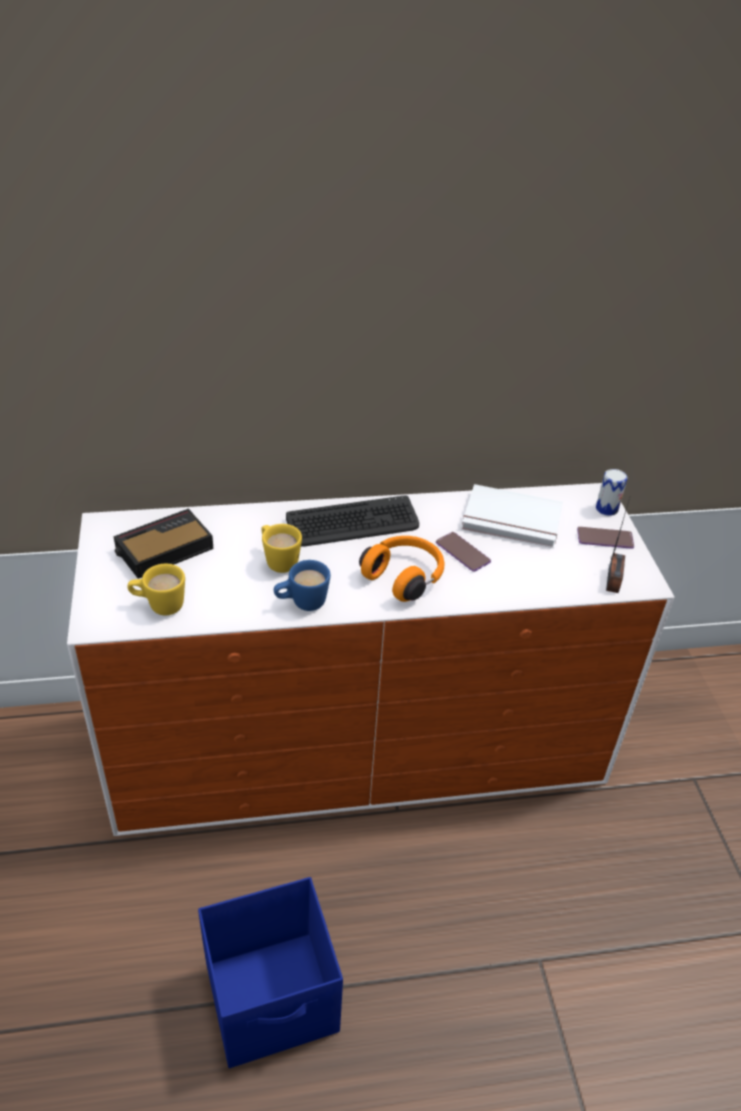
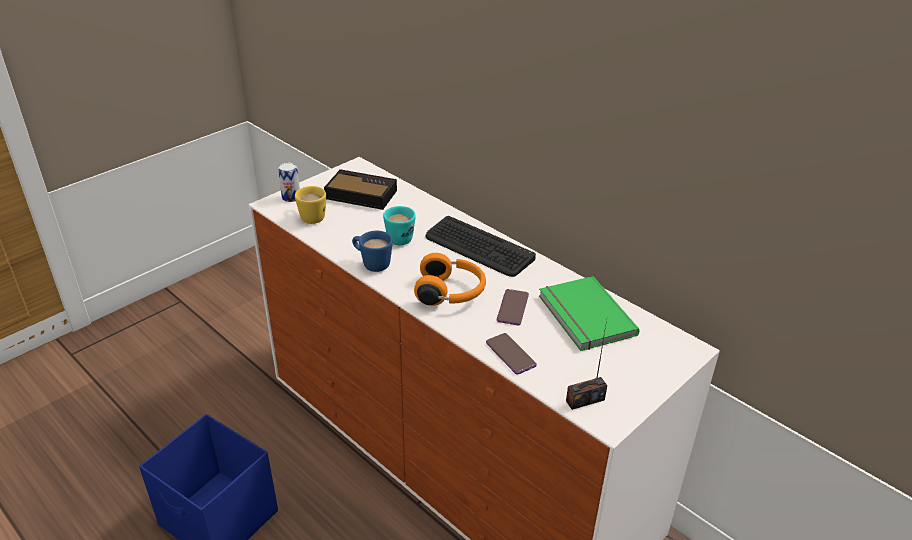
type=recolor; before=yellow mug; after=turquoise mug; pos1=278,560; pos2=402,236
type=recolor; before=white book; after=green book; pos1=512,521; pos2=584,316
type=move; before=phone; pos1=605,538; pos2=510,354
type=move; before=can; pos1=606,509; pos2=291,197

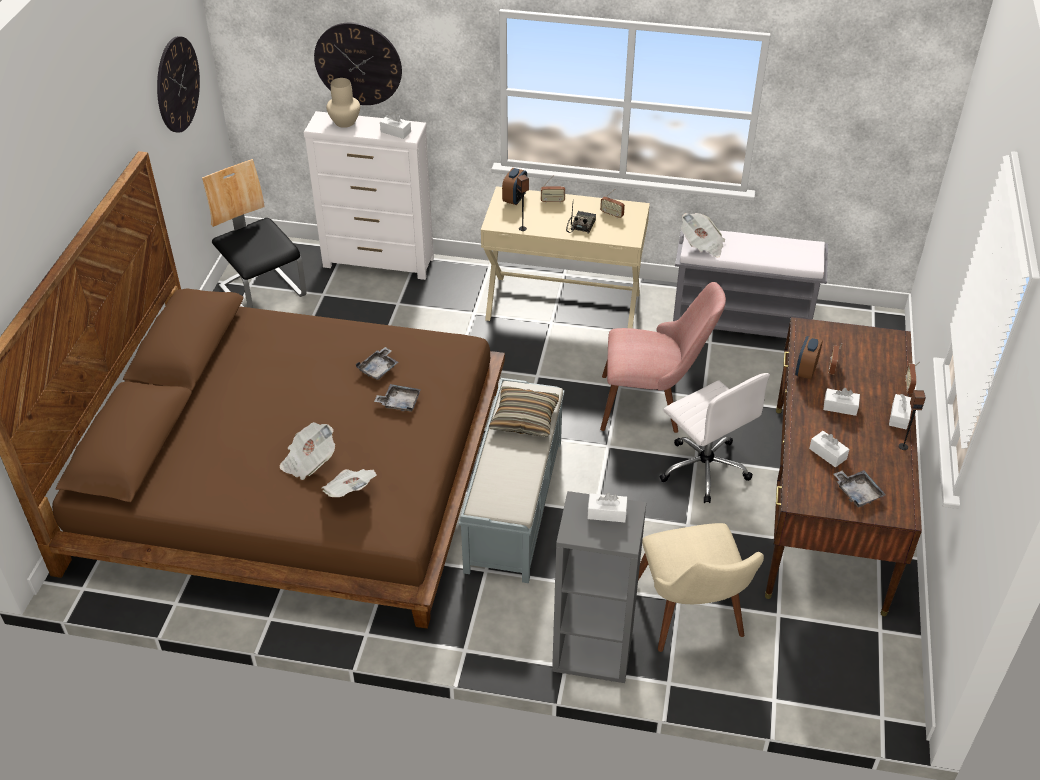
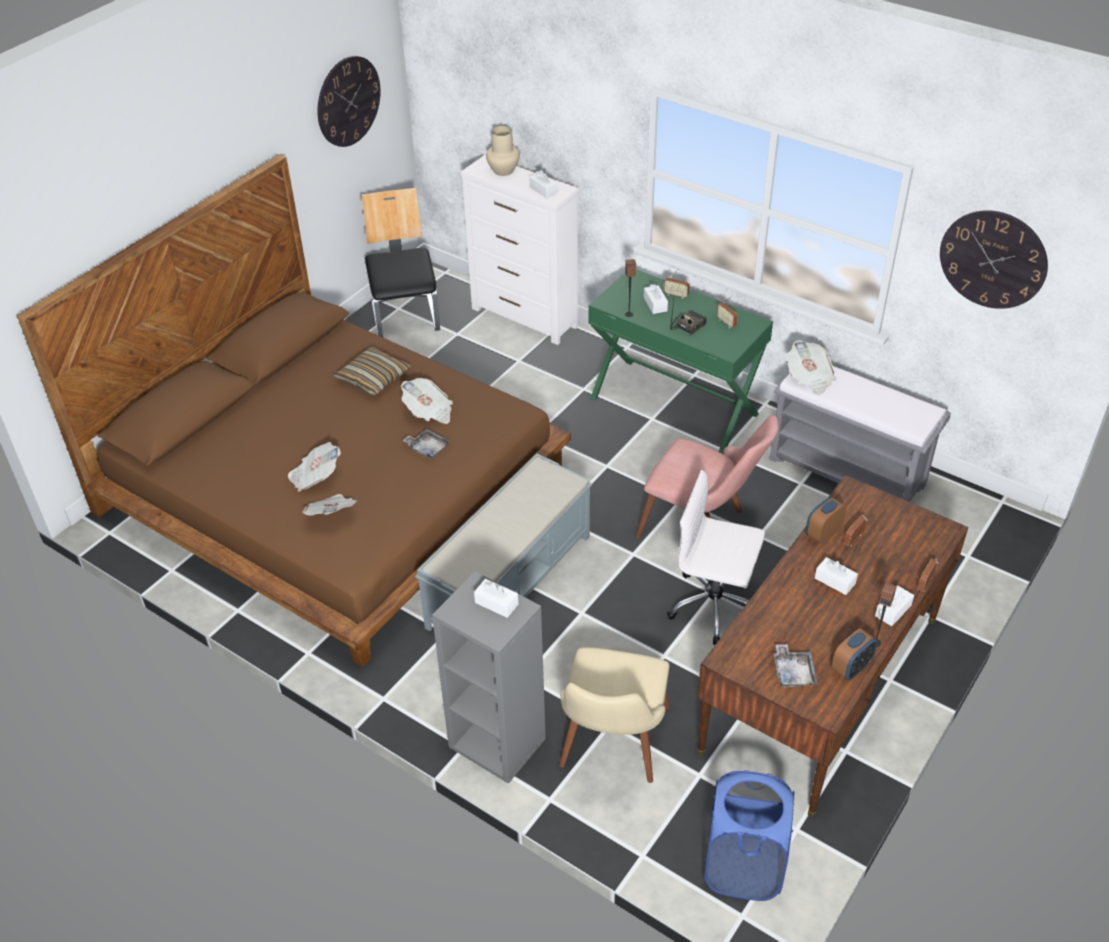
type=move; before=wall clock; pos1=358,64; pos2=993,259
type=replace; before=grey tray; after=newspaper; pos1=379,369; pos2=429,412
type=recolor; before=beige desk; after=green desk; pos1=563,305; pos2=674,405
type=move; before=pillow; pos1=524,419; pos2=373,378
type=move; before=alarm clock; pos1=515,199; pos2=851,668
type=rotate; before=white office chair; pos1=704,468; pos2=715,606; turn=120
type=move; before=white tissue box; pos1=827,454; pos2=655,304
type=insert; after=blue laundry basket; pos2=742,867

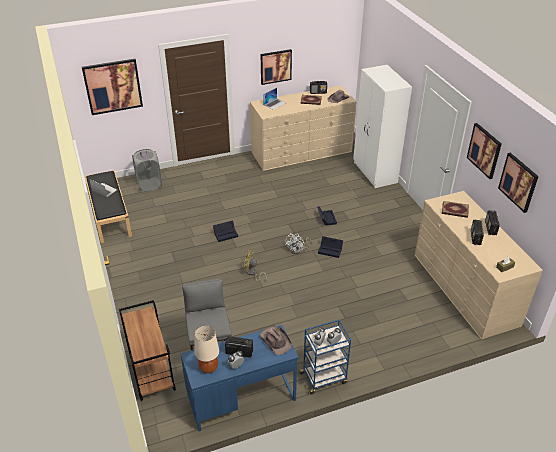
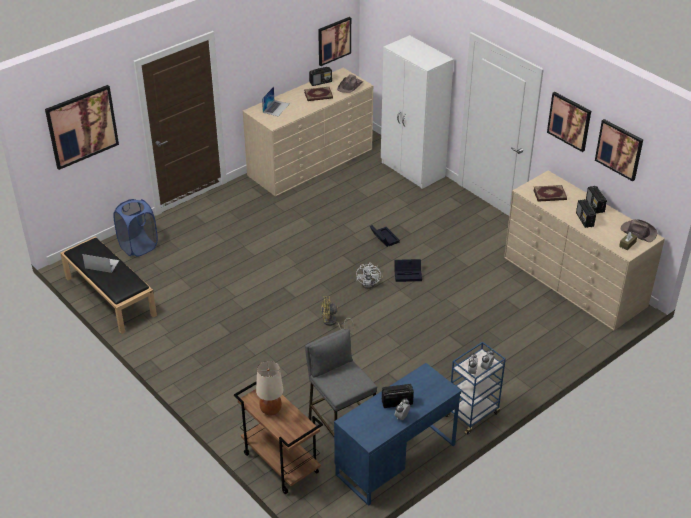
type=recolor; before=grey laundry basket; after=blue laundry basket; pos1=149,185; pos2=138,246
type=move; before=beige table lamp; pos1=208,368; pos2=270,410
type=delete; before=black storage box; pos1=226,234
type=move; before=brown hat; pos1=275,341; pos2=638,232
type=move; before=picture; pos1=275,66; pos2=334,40

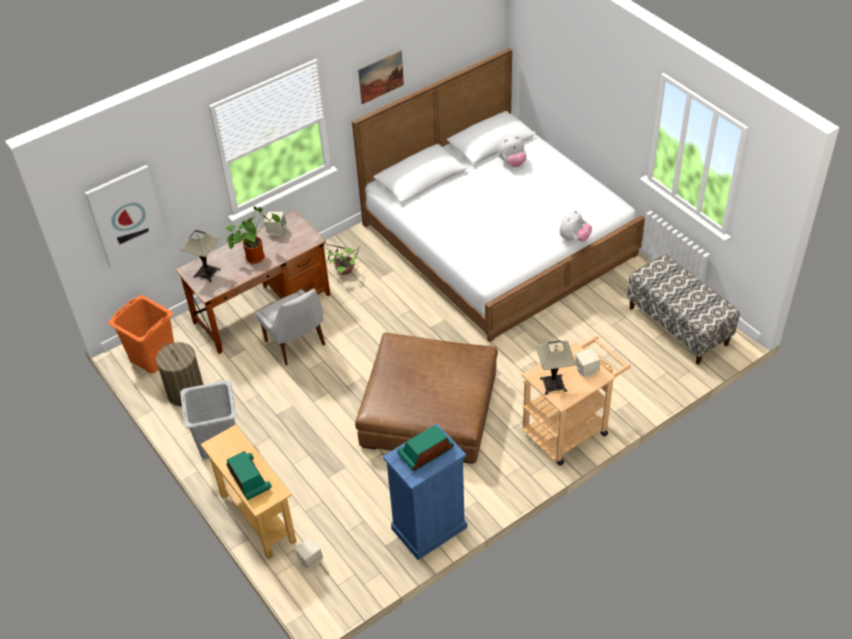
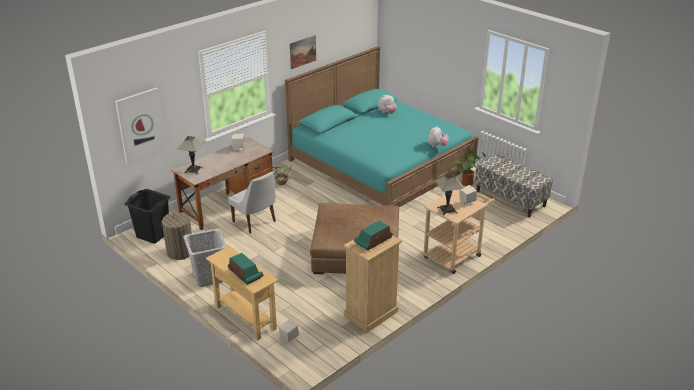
type=recolor; before=orange laundry basket; after=black laundry basket; pos1=153,356; pos2=153,234
type=move; before=potted plant; pos1=256,256; pos2=467,183
type=recolor; before=white bed; after=turquoise bed; pos1=498,239; pos2=381,163
type=recolor; before=blue dresser; after=beige dresser; pos1=429,528; pos2=371,314

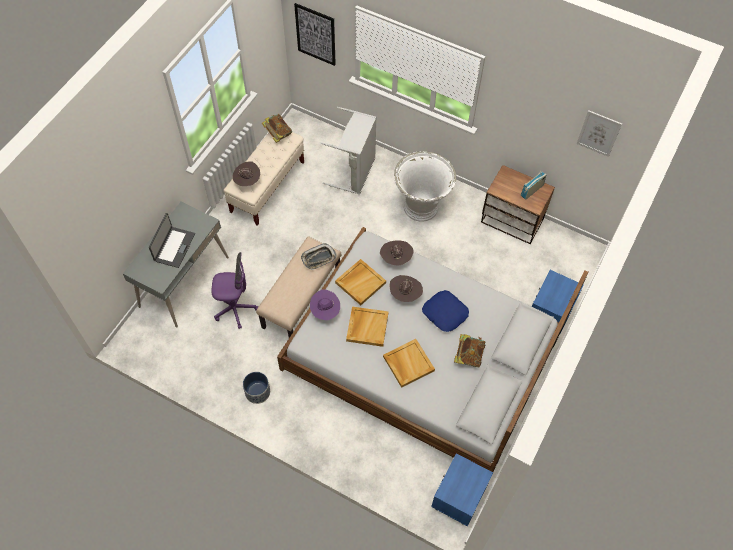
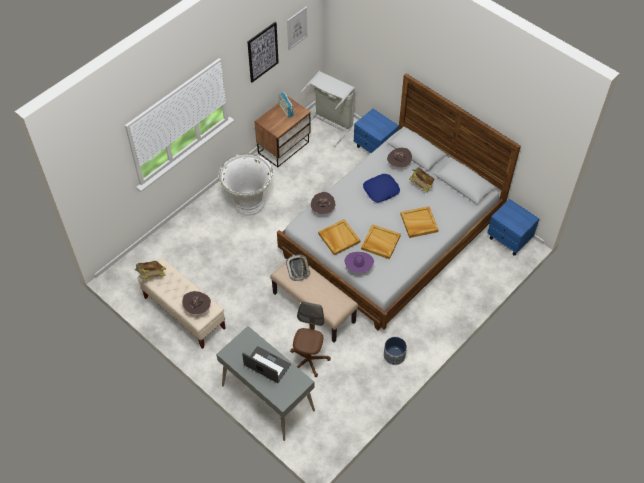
type=recolor; before=purple office chair; after=brown office chair; pos1=235,309; pos2=309,360
type=move; before=picture; pos1=315,34; pos2=262,52
type=move; before=grey laundry basket; pos1=355,173; pos2=330,125
type=move; before=brown hat; pos1=405,294; pos2=398,164

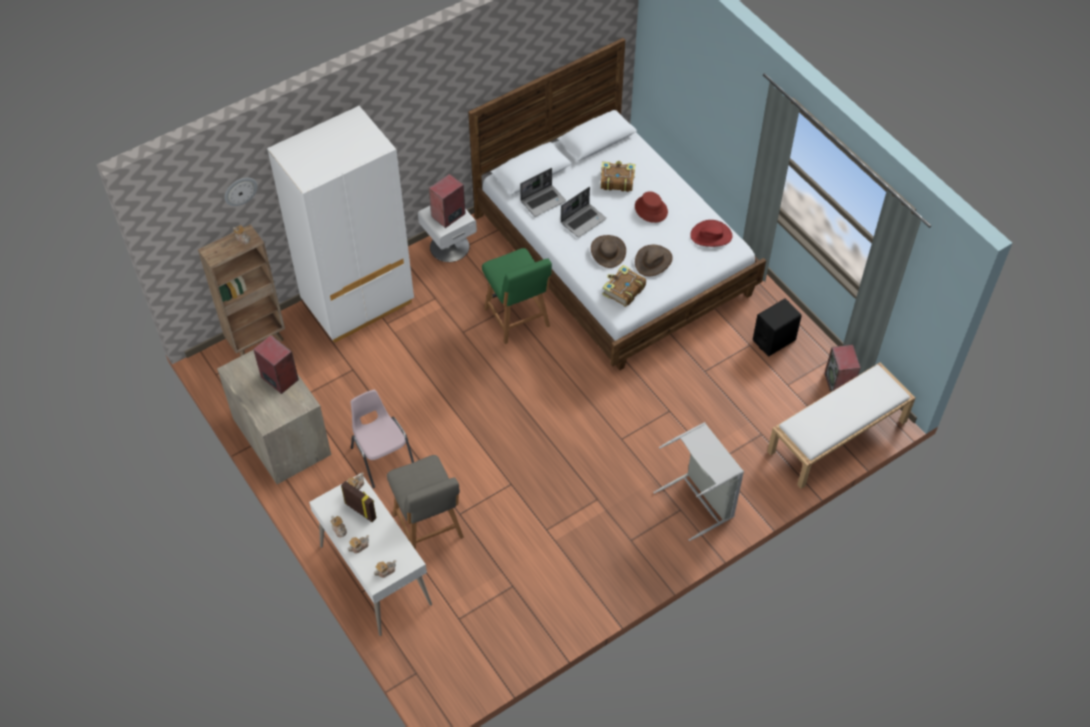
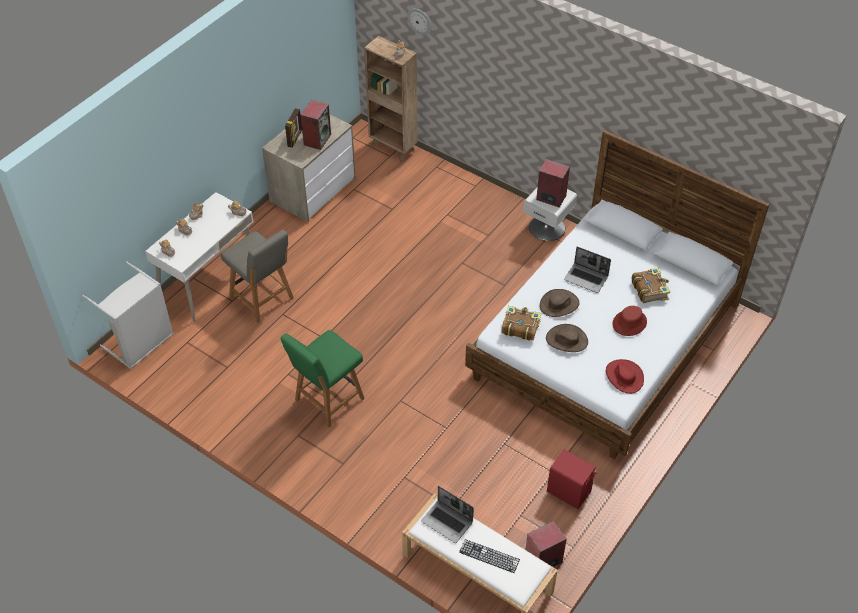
type=delete; before=white wardrobe; pos1=358,302
type=move; before=picture frame; pos1=361,510; pos2=295,138
type=delete; before=pink chair; pos1=382,457
type=rotate; before=grey chair; pos1=429,528; pos2=263,299; turn=-90
type=move; before=green chair; pos1=518,319; pos2=327,400
type=move; before=laptop; pos1=543,201; pos2=447,522
type=move; before=grey laundry basket; pos1=700,501; pos2=141,344
type=recolor; before=black speaker; after=red speaker; pos1=774,340; pos2=569,491
type=insert; after=keyboard; pos2=489,556

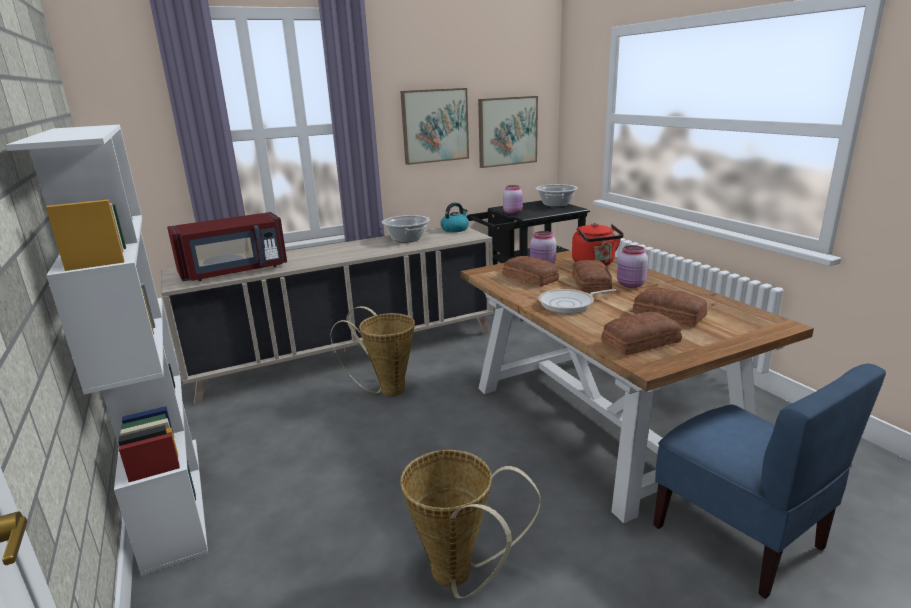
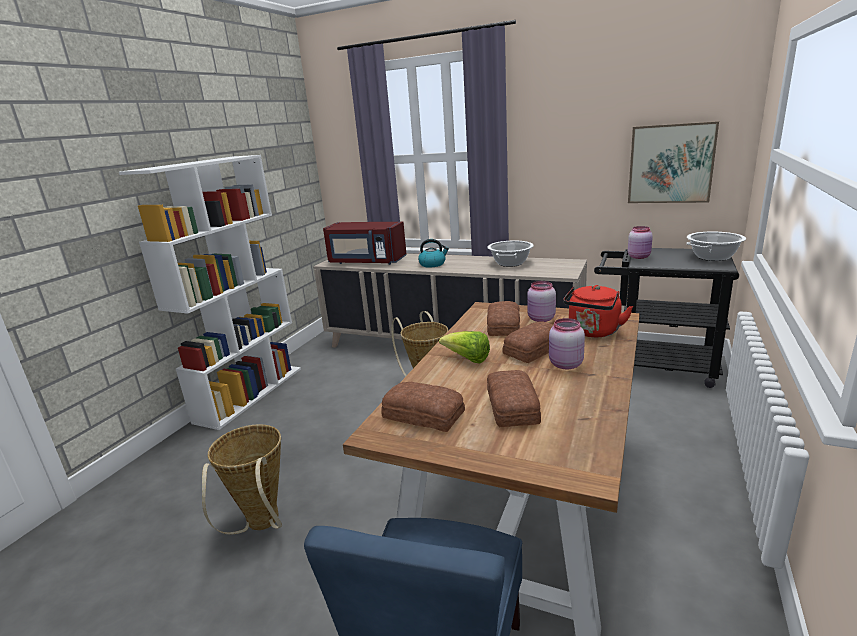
type=delete; before=picture; pos1=435,126
type=move; before=kettle; pos1=455,229; pos2=433,264
type=replace; before=frying pan; after=lettuce; pos1=569,304; pos2=467,359

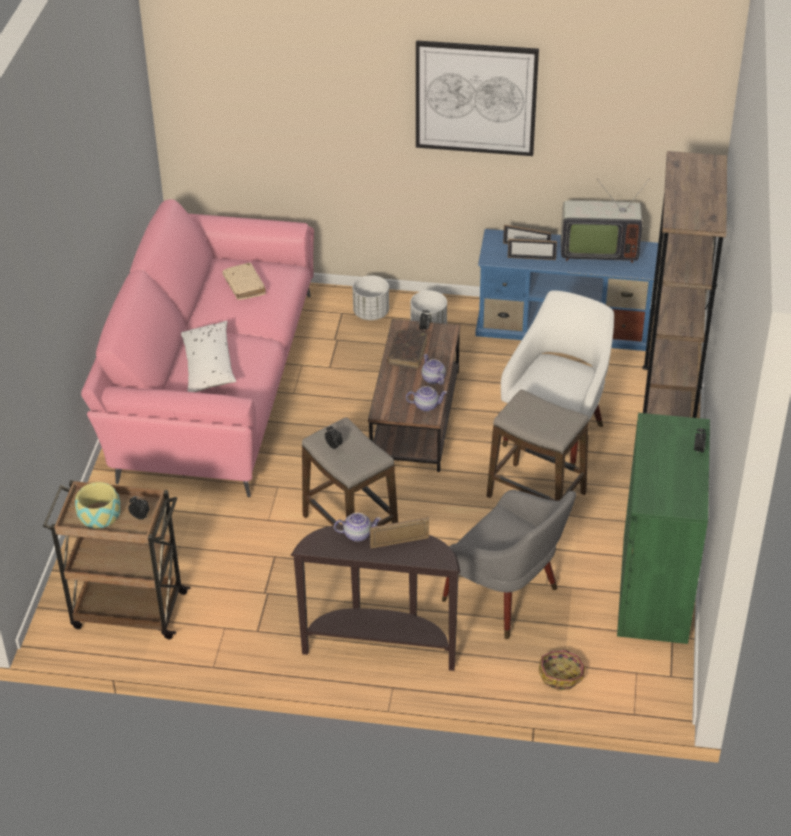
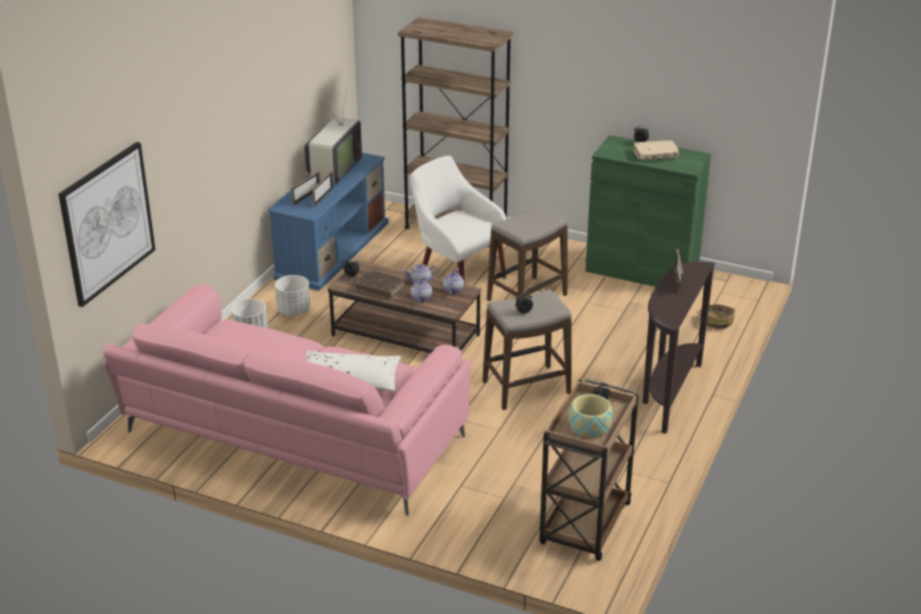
type=move; before=beige book; pos1=244,286; pos2=655,155
type=move; before=teapot; pos1=358,534; pos2=421,298
type=move; before=picture; pos1=476,98; pos2=107,223
type=delete; before=grey armchair; pos1=506,598

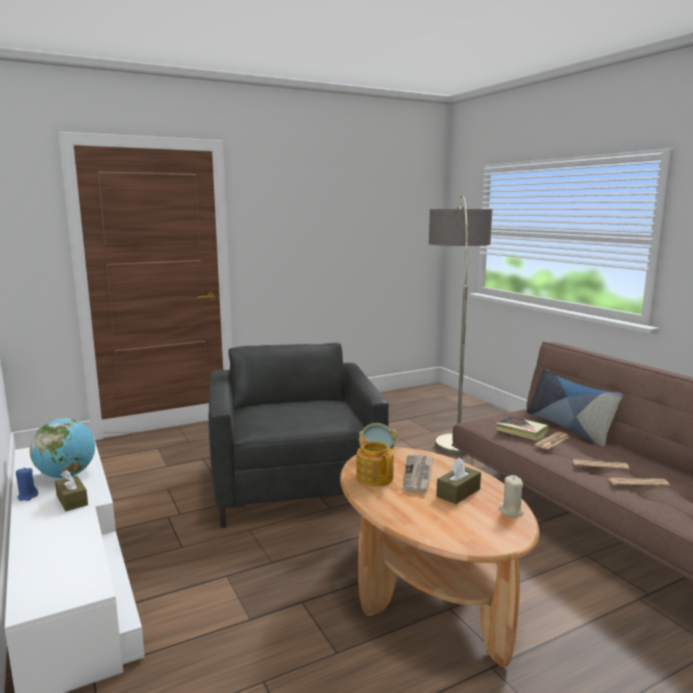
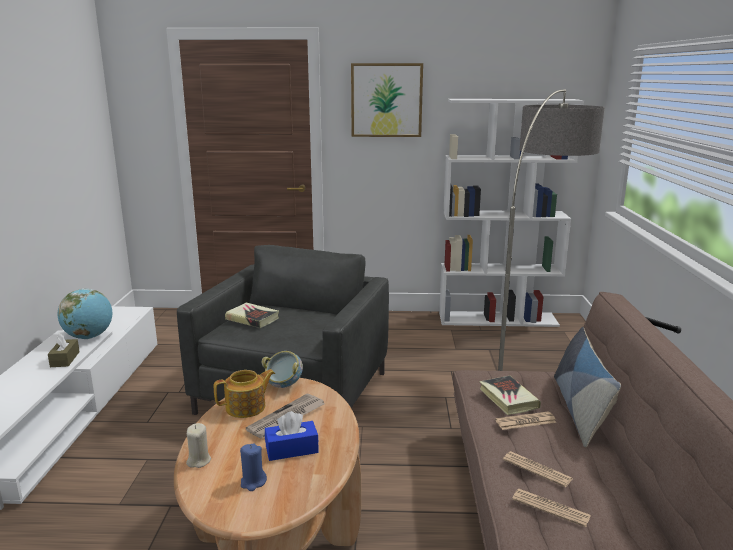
type=move; before=blue candle; pos1=27,496; pos2=253,482
type=rotate; before=teapot; pos1=374,477; pos2=246,407; turn=60
type=recolor; before=brown tissue box; after=blue tissue box; pos1=458,493; pos2=292,449
type=move; before=beige candle; pos1=511,511; pos2=199,461
type=insert; after=book; pos2=252,319
type=insert; after=picture; pos2=386,100
type=insert; after=white bookcase; pos2=498,319

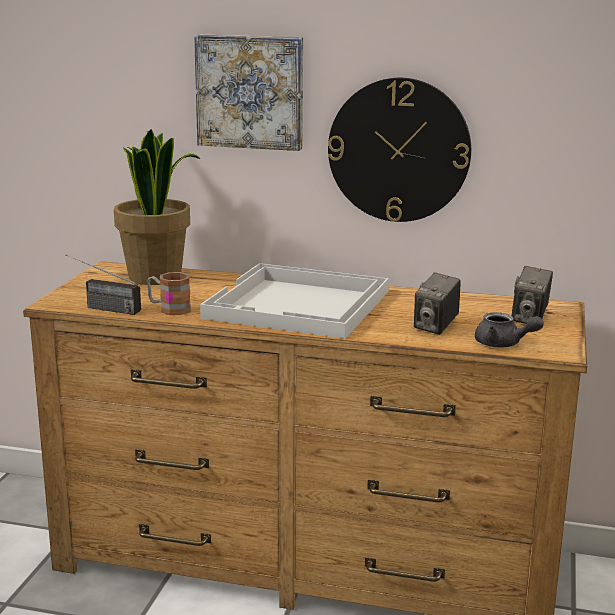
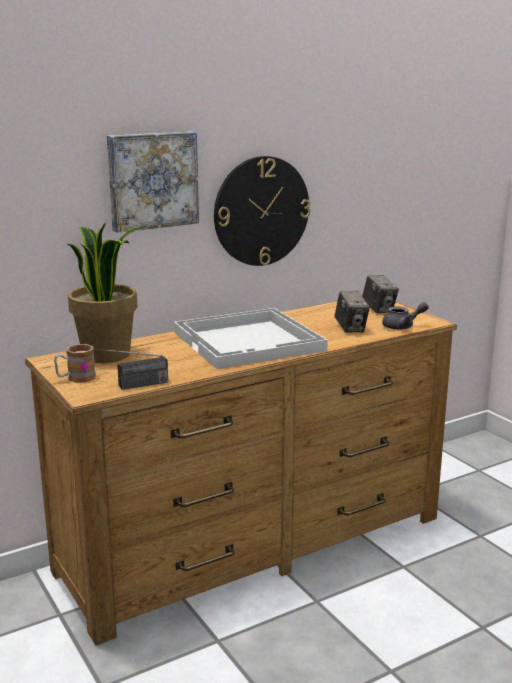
type=move; before=mug; pos1=169,309; pos2=76,378

